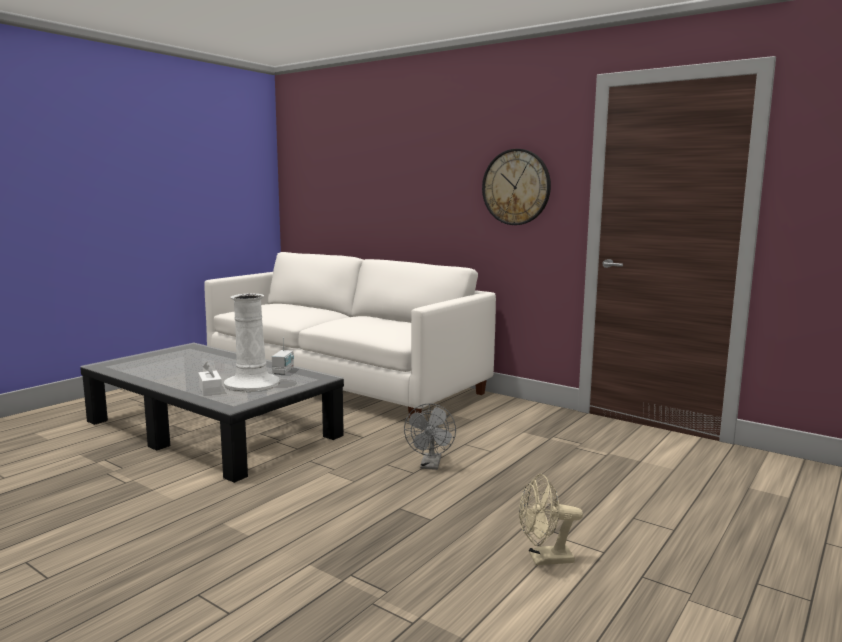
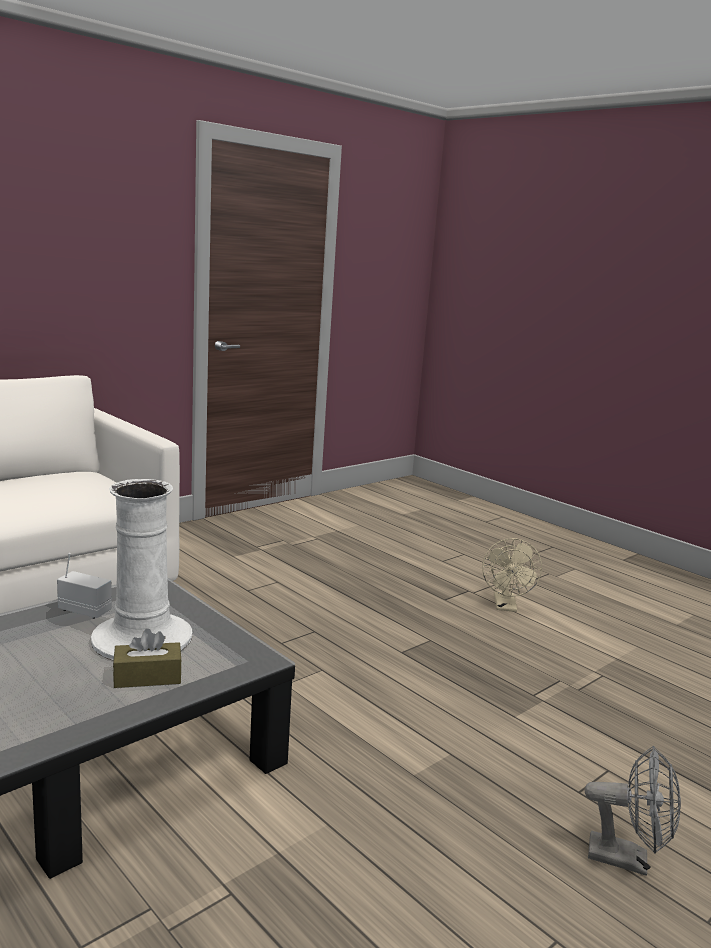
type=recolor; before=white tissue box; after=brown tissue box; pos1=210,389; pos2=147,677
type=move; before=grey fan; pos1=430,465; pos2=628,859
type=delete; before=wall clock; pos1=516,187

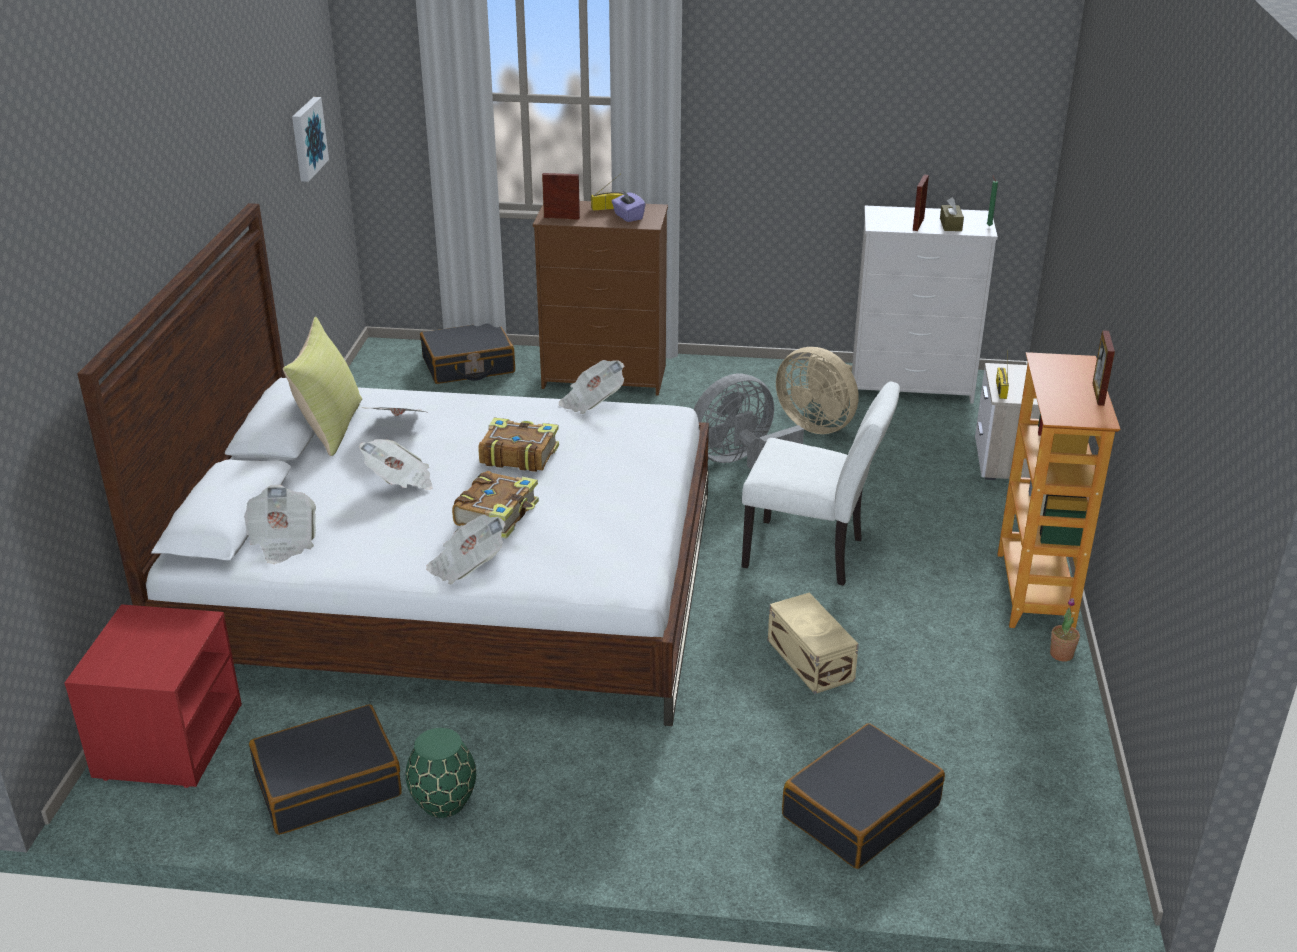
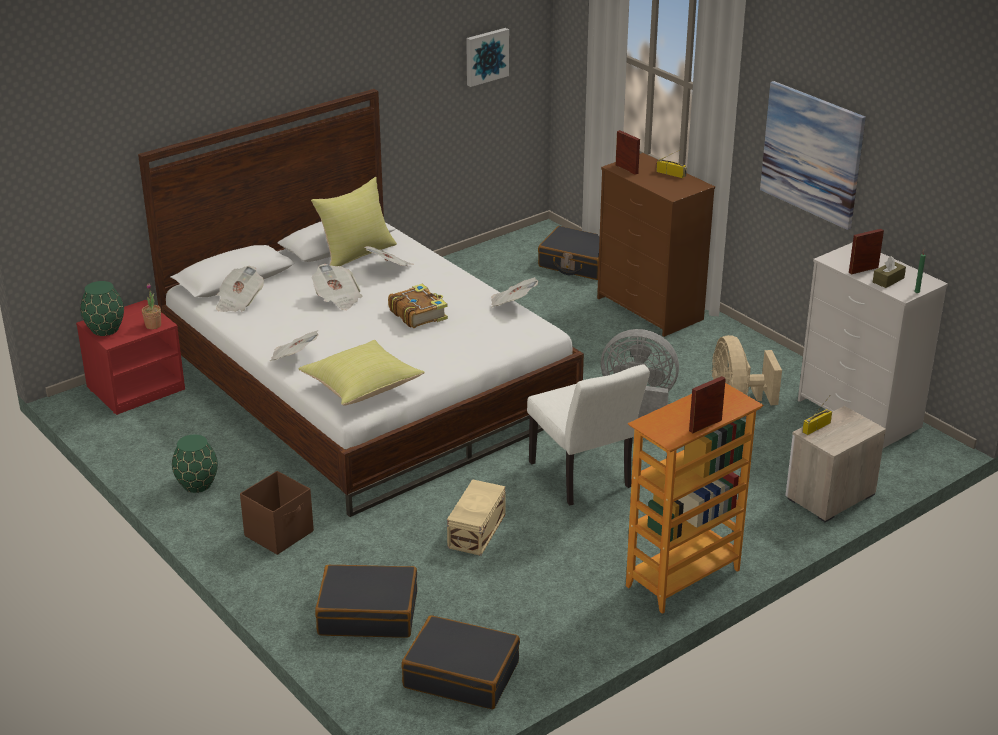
type=move; before=black suitcase; pos1=328,784; pos2=461,674
type=delete; before=book; pos1=498,514
type=delete; before=purple tissue box; pos1=628,216
type=move; before=potted plant; pos1=1061,654; pos2=153,325
type=insert; after=green vase; pos2=106,329
type=insert; after=brown storage box; pos2=280,533
type=insert; after=yellow pillow; pos2=362,387
type=insert; after=picture; pos2=812,154

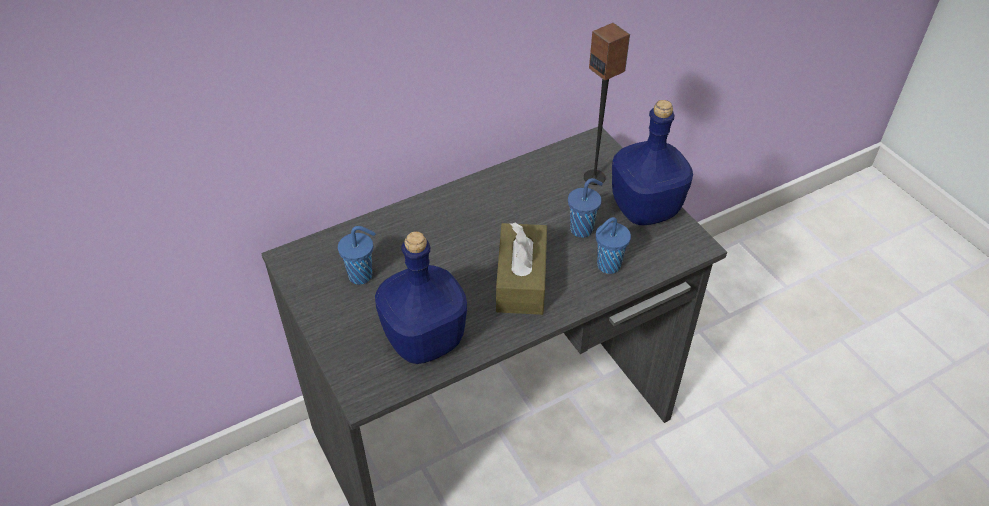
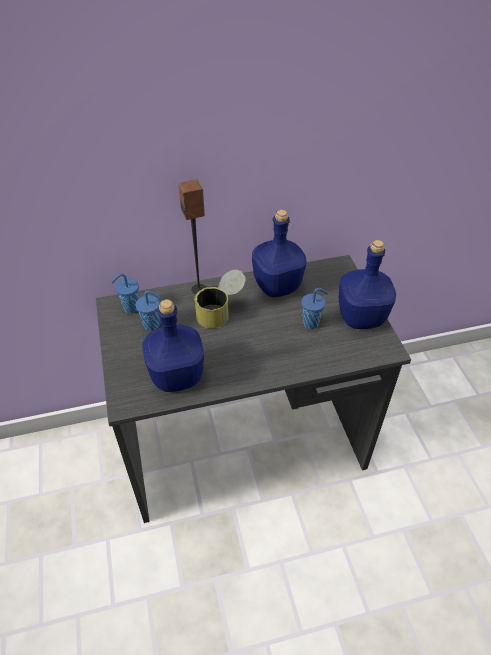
type=delete; before=brown tissue box; pos1=521,280
type=move; before=speaker; pos1=595,177; pos2=199,289
type=move; before=blue cup; pos1=607,266; pos2=130,308
type=insert; after=can; pos2=221,312
type=insert; after=blue bottle; pos2=276,286

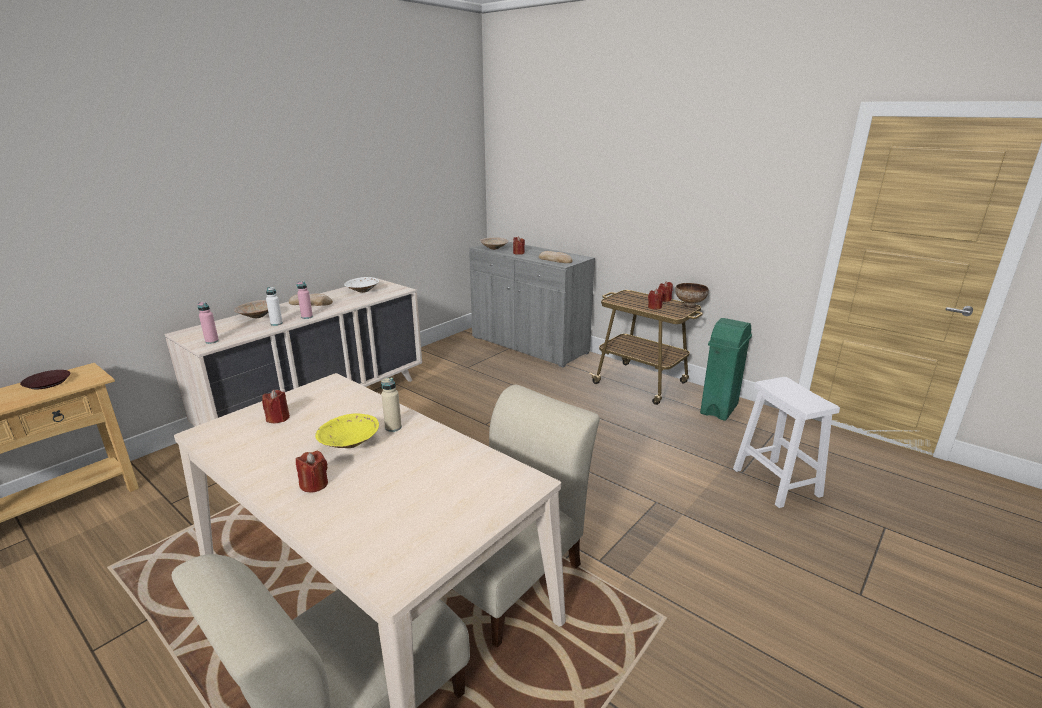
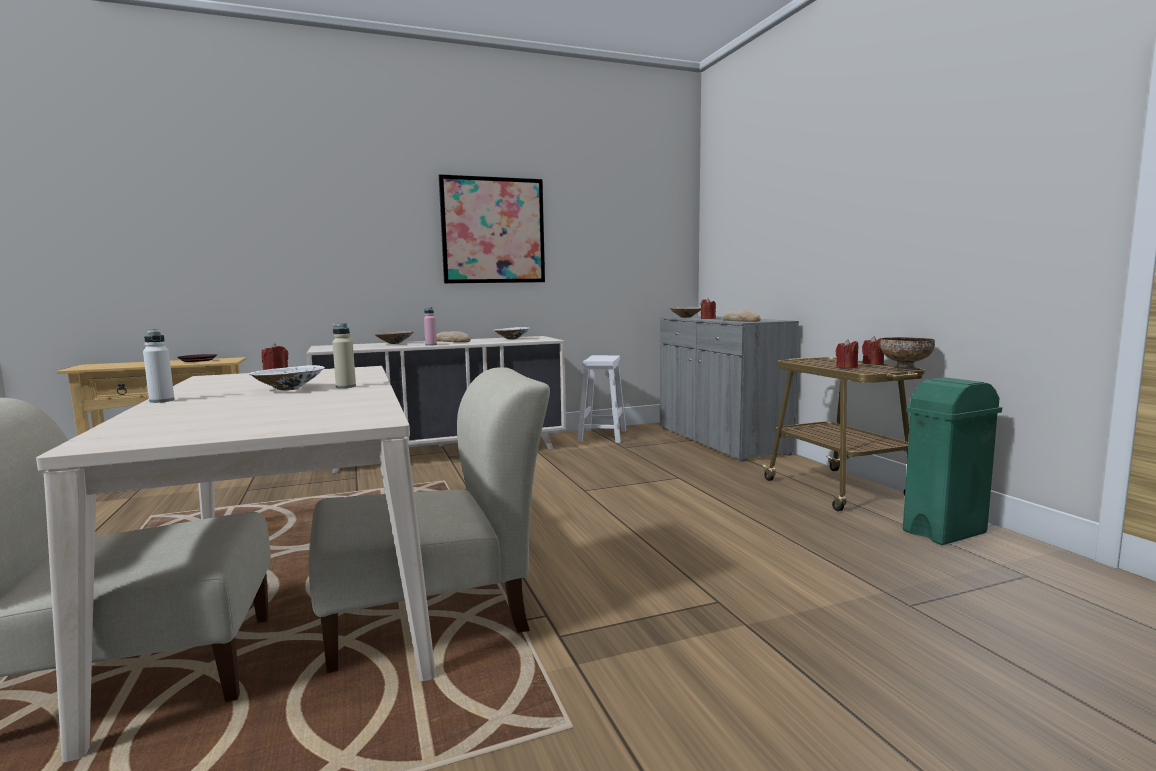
type=delete; before=pink bottle; pos1=212,341
type=move; before=white bottle; pos1=276,323; pos2=162,401
type=delete; before=red candle; pos1=314,484
type=recolor; before=yellow bowl; after=white bowl; pos1=349,444; pos2=287,389
type=move; before=white stool; pos1=777,483; pos2=602,436
type=insert; after=picture; pos2=493,230

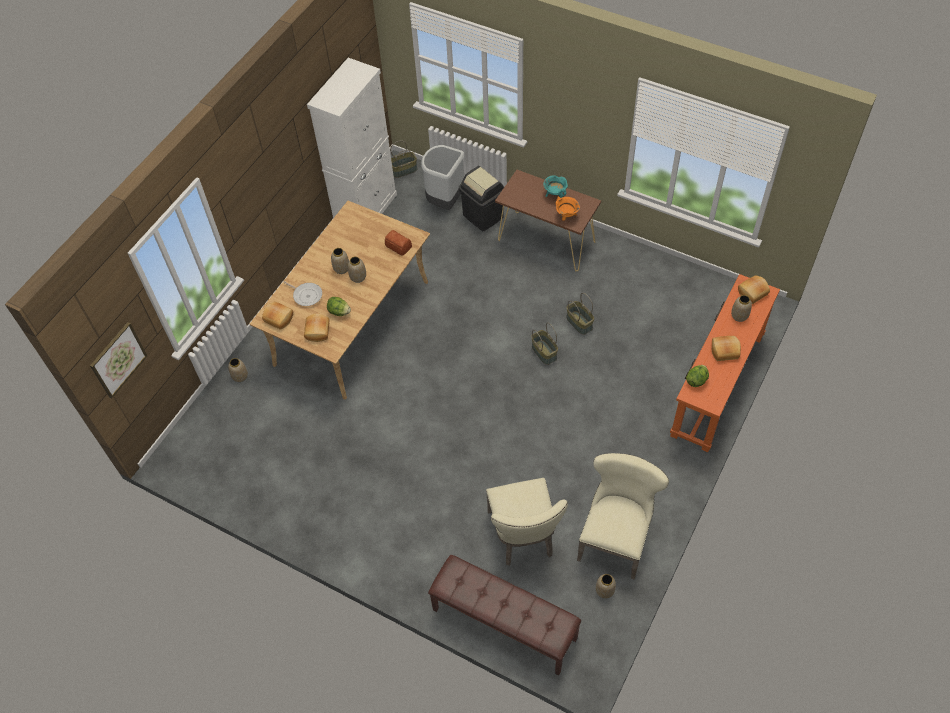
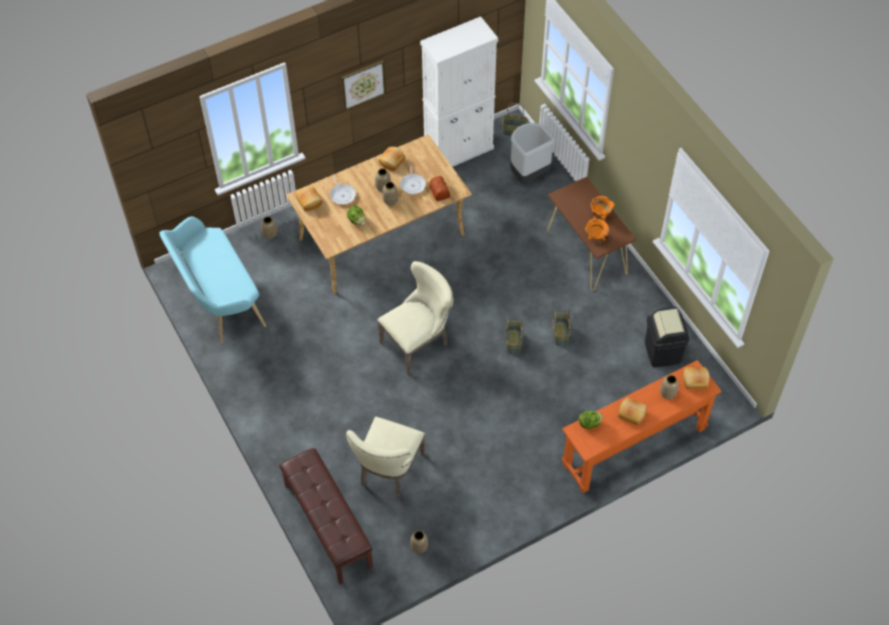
type=move; before=picture; pos1=118,359; pos2=363,84
type=move; before=bread; pos1=318,331; pos2=392,162
type=move; before=black trash can; pos1=483,216; pos2=663,352
type=recolor; before=turquoise cooking pot; after=orange cooking pot; pos1=555,195; pos2=601,215
type=move; before=beige chair; pos1=615,537; pos2=418,342
type=insert; after=turquoise bench; pos2=217,299
type=insert; after=frying pan; pos2=413,184

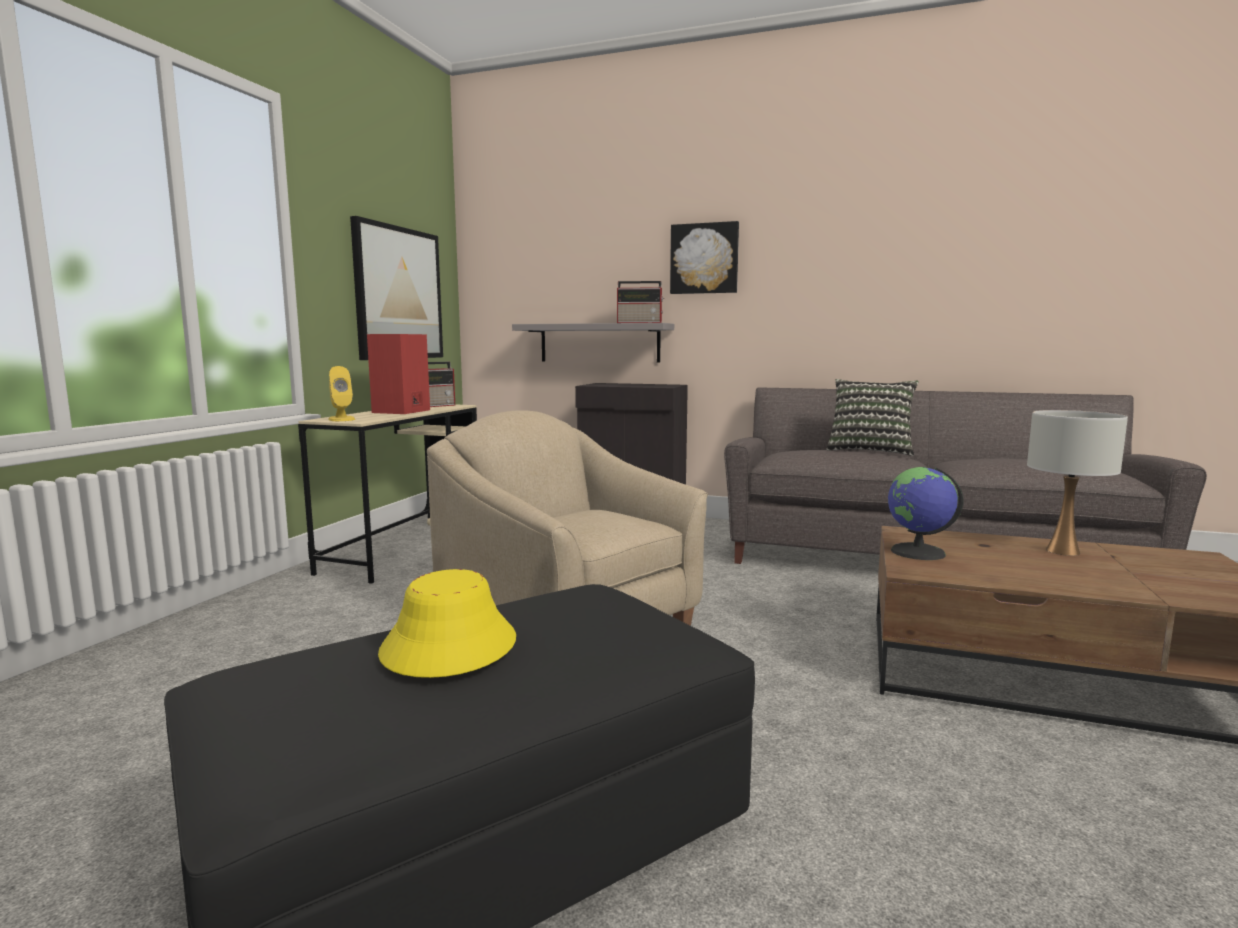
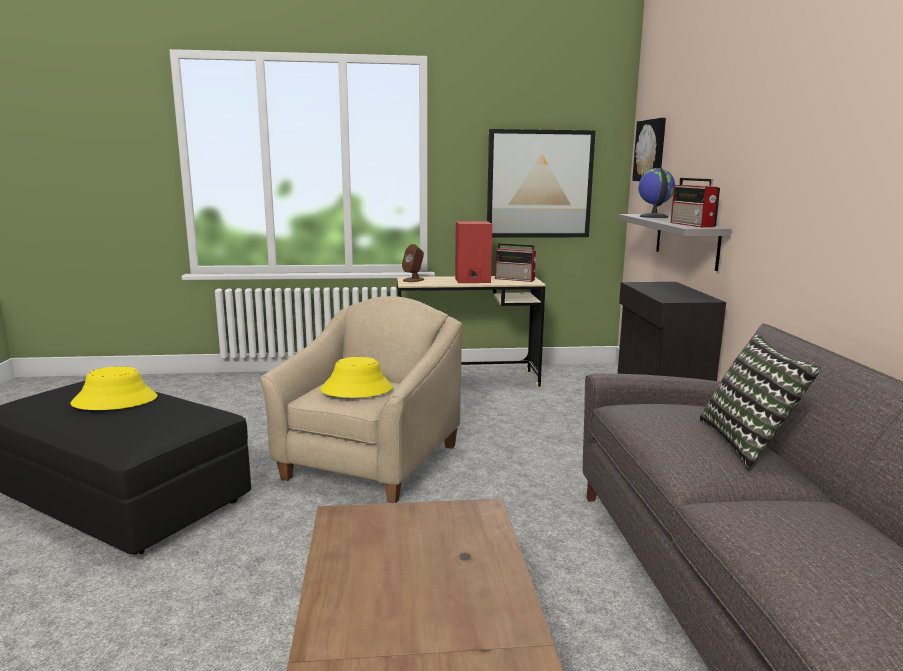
type=recolor; before=yellow speaker; after=brown speaker; pos1=341,419; pos2=413,280
type=move; before=picture; pos1=704,259; pos2=651,151
type=move; before=globe; pos1=918,552; pos2=653,216
type=delete; before=white table lamp; pos1=1063,551
type=insert; after=yellow hat; pos2=356,389

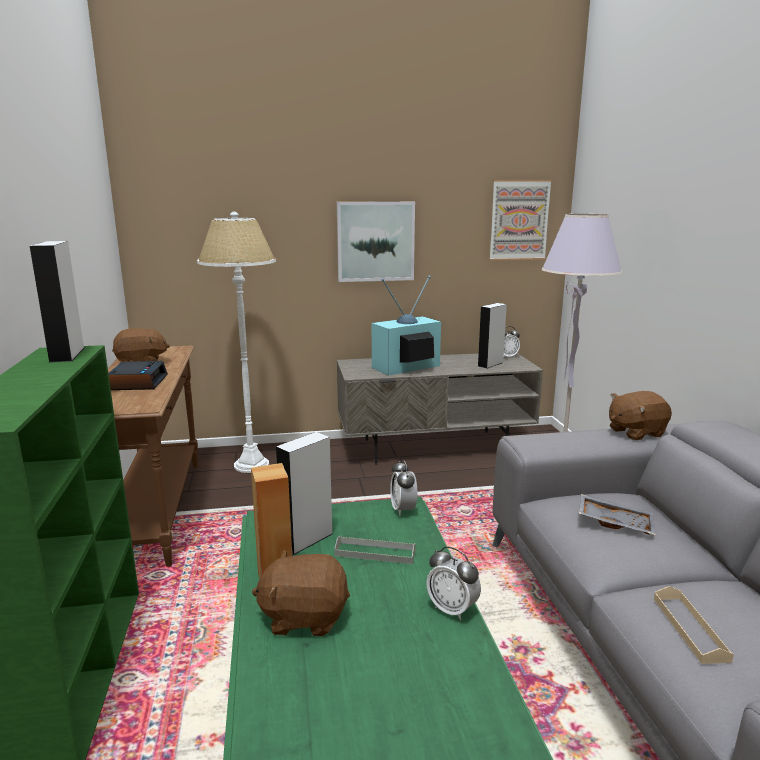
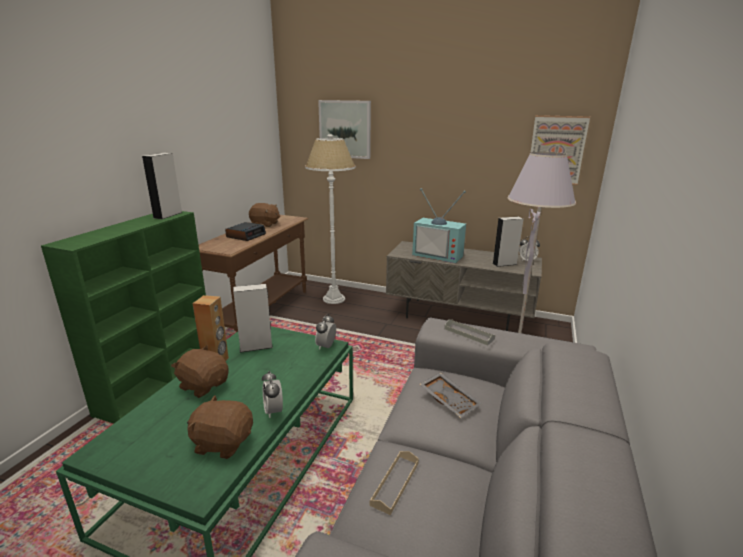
type=move; before=grey tray; pos1=375,553; pos2=468,334
type=move; before=picture; pos1=375,241; pos2=345,129
type=rotate; before=television; pos1=407,368; pos2=439,255; turn=-150
type=move; before=brown plush toy; pos1=635,432; pos2=223,442

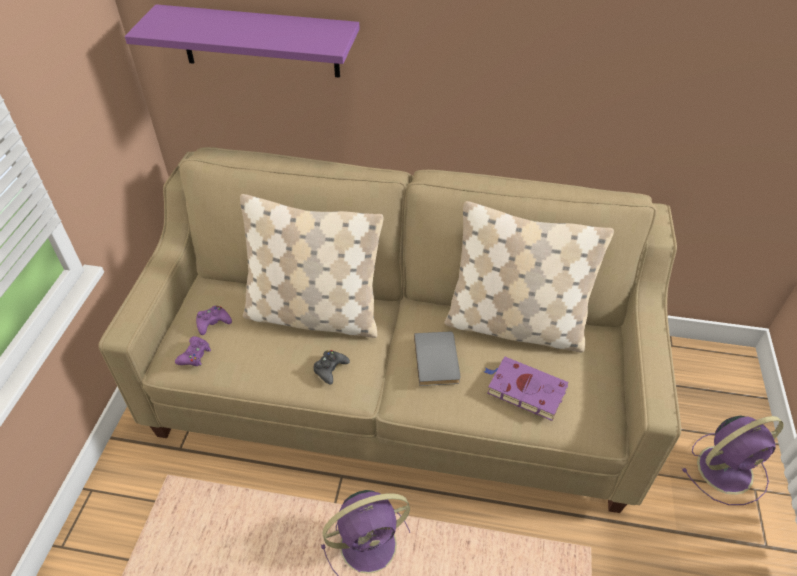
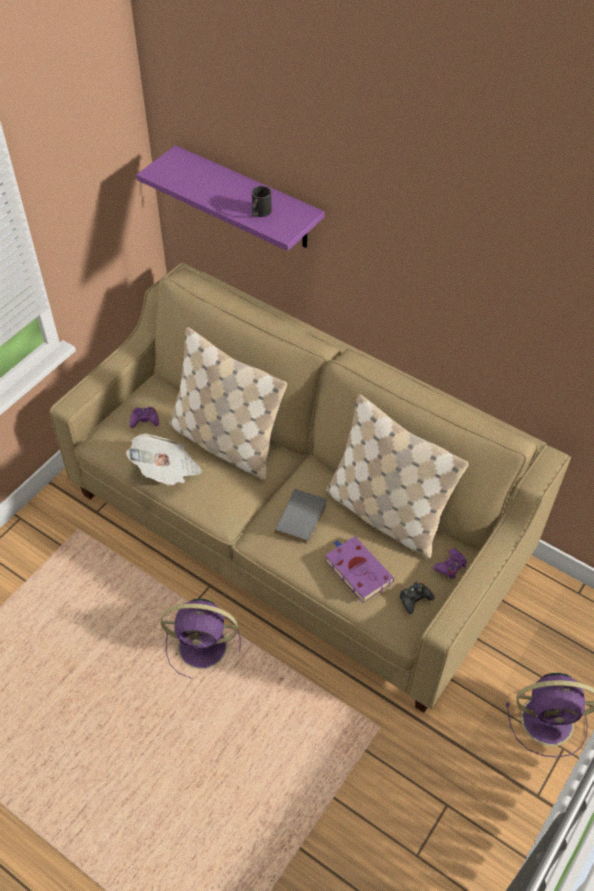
type=move; before=purple game controller; pos1=195,355; pos2=450,566
type=move; before=black game controller; pos1=330,369; pos2=414,599
type=insert; after=newspaper; pos2=166,471
type=insert; after=black mug; pos2=259,213

